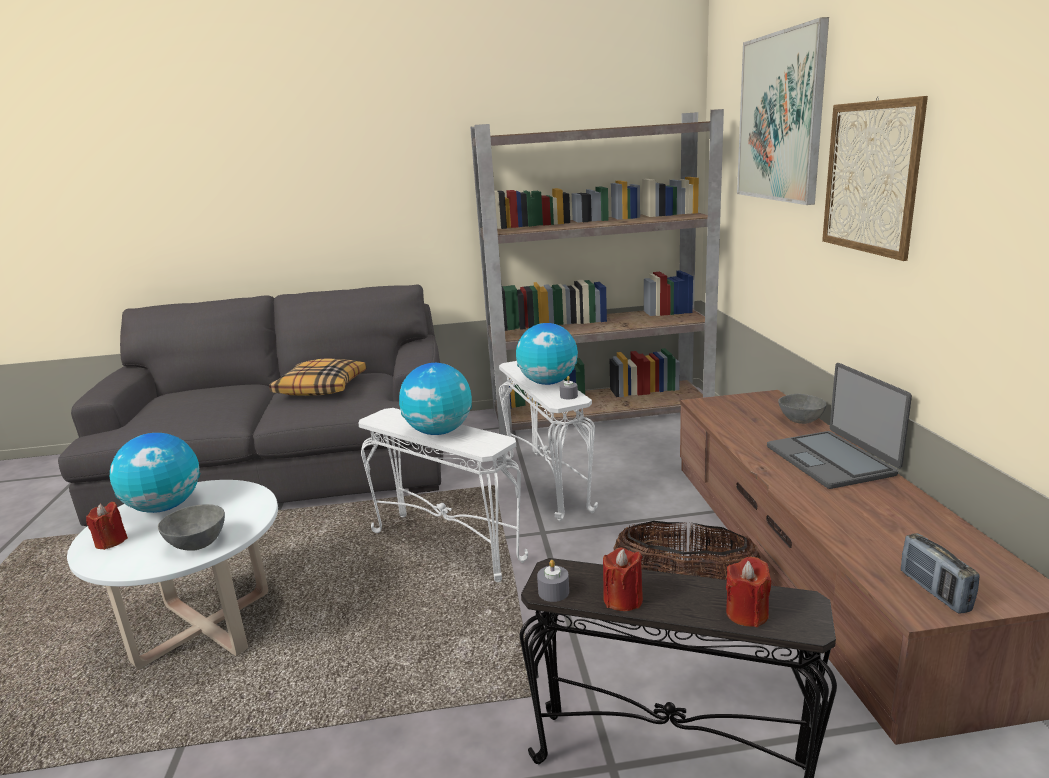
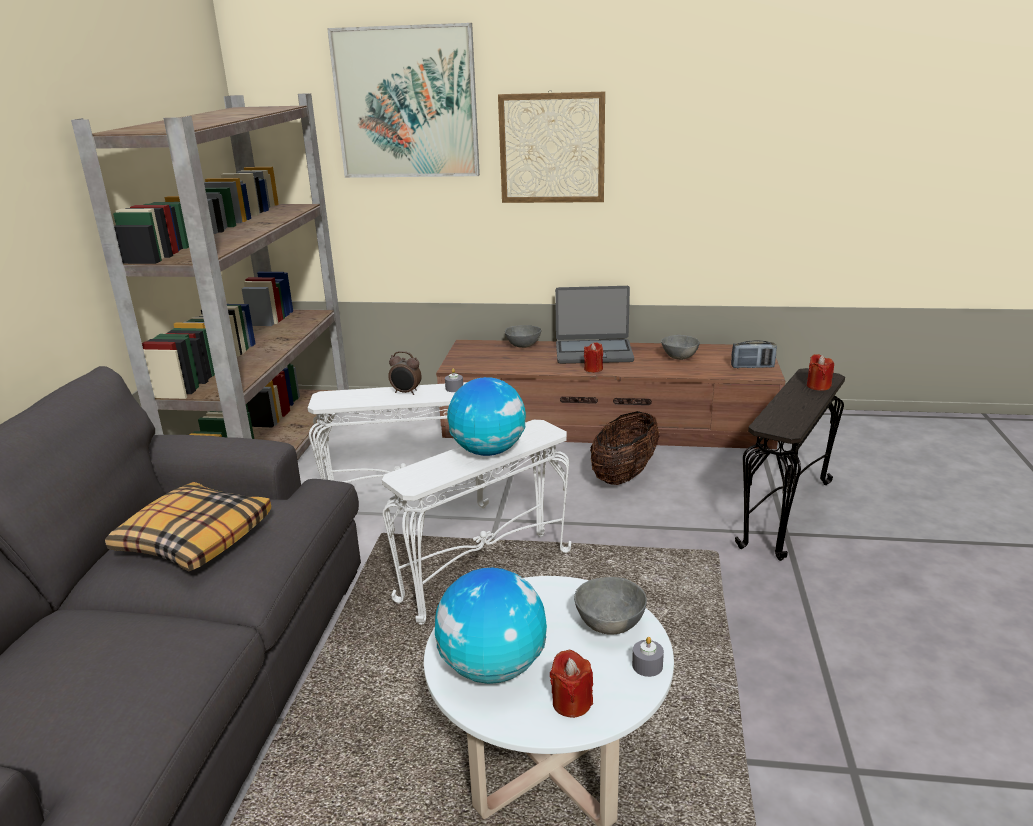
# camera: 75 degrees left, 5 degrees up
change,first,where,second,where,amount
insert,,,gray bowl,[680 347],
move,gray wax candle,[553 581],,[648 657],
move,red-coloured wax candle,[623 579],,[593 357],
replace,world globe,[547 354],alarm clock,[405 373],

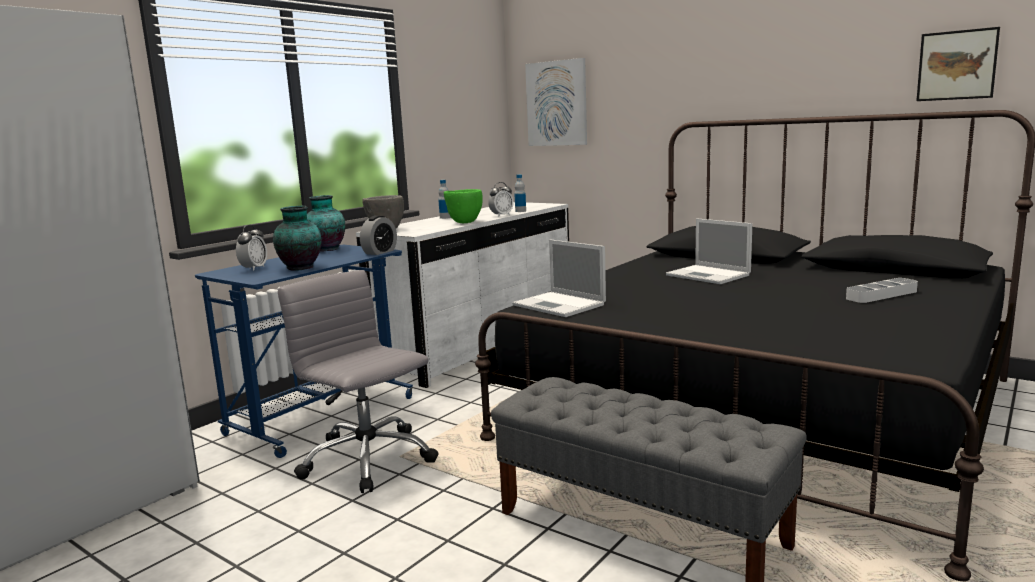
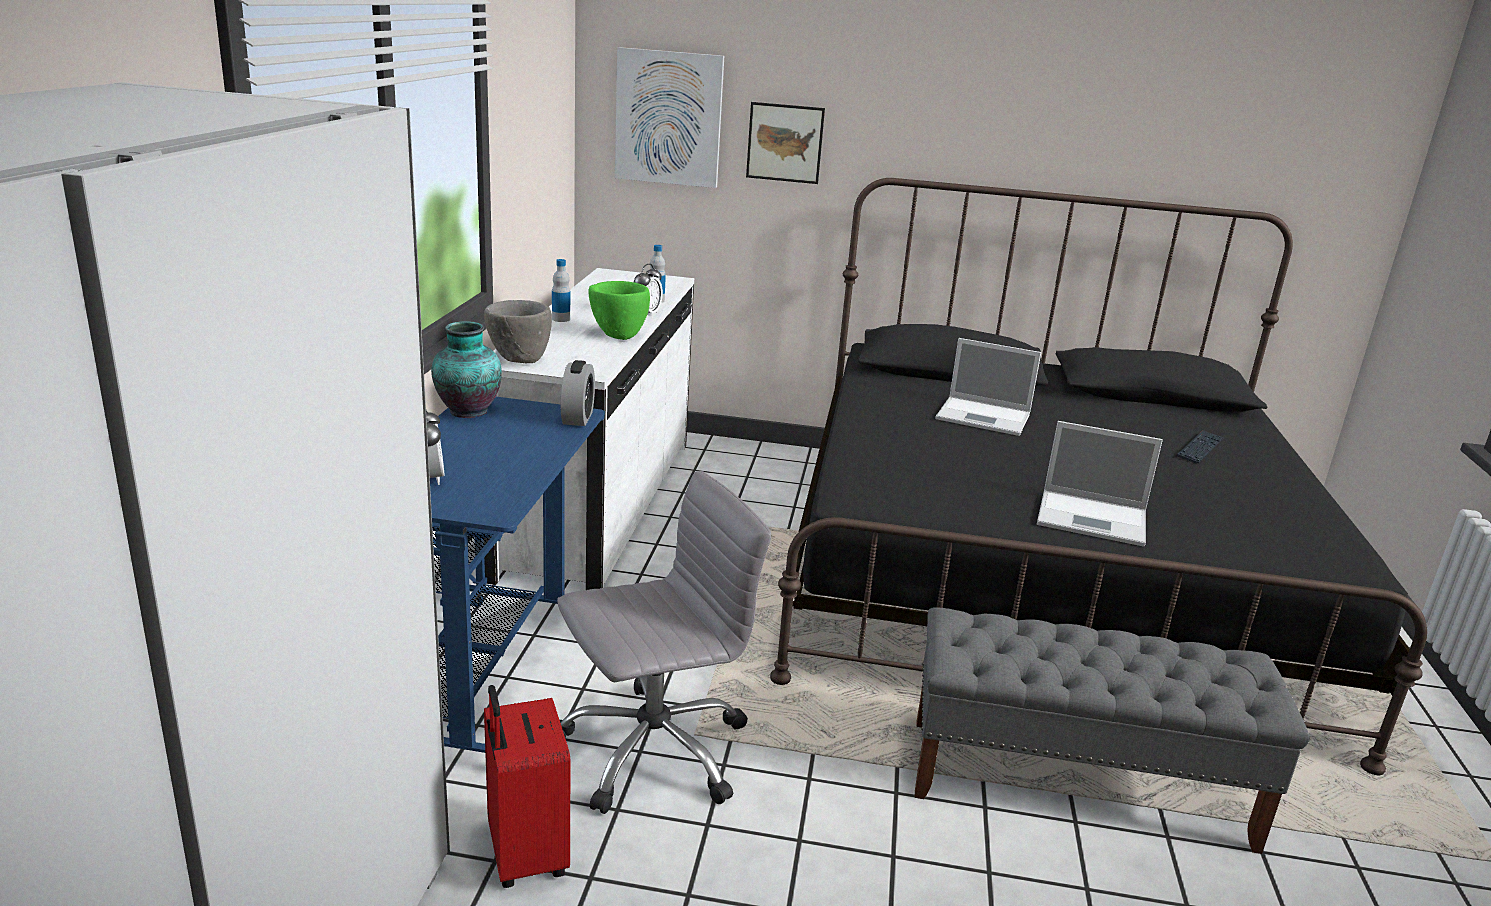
# camera: 30 degrees left, 10 degrees up
change,first,where,second,where,amount
delete,vase,[297 238],,,
insert,,,red-coloured travel case,[527 786],
move,laptop,[559 278],,[1100 484],
move,wall art,[958 64],,[785 143],
replace,gray carrying tray,[882 290],PC keyboard,[1200 447],
rotate,gray computer chair,[358 381],,[664 642],135 degrees clockwise

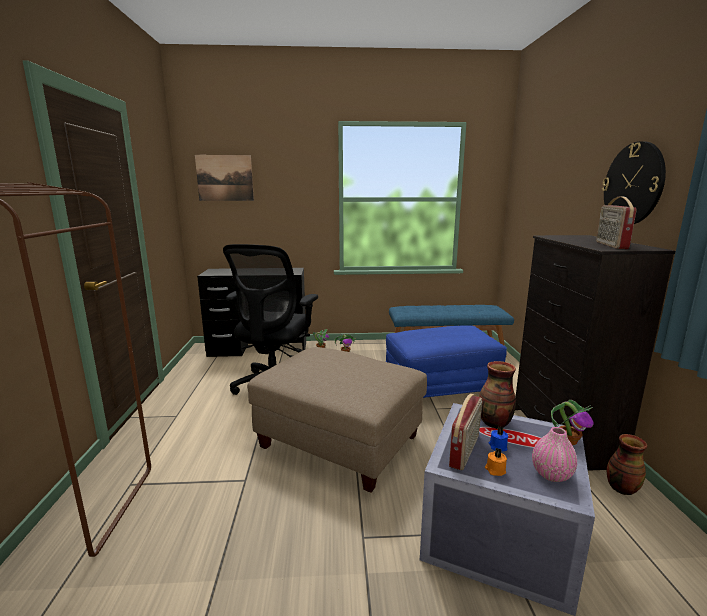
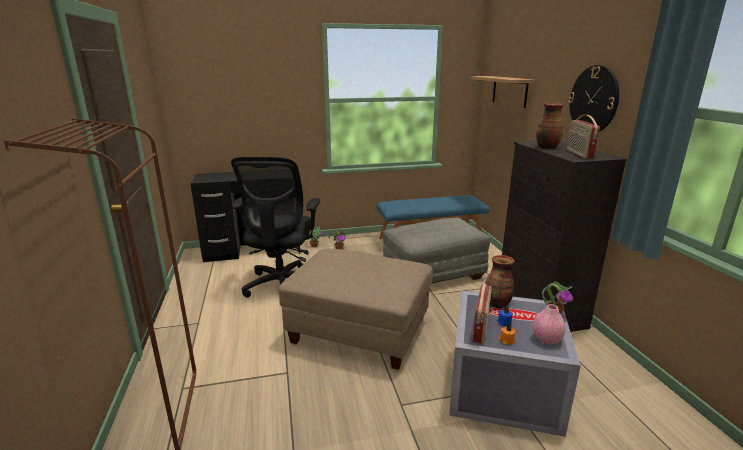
# camera: 10 degrees left, 5 degrees up
change,first,where,second,where,amount
delete,wall art,[224 178],,,
insert,,,bracket shelf,[503 92],
move,vase,[626 464],,[550 125],
recolor,bluish footrest,[446 361],gray footrest,[436 250],

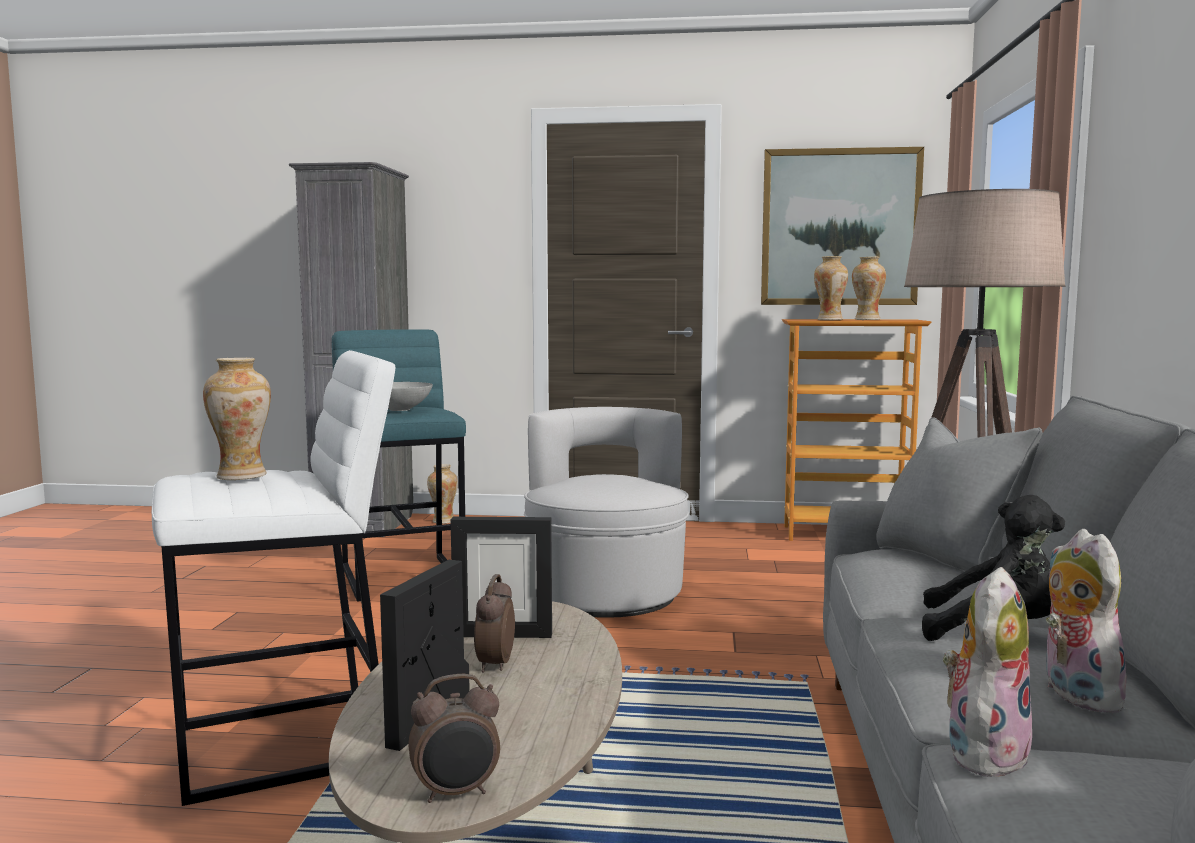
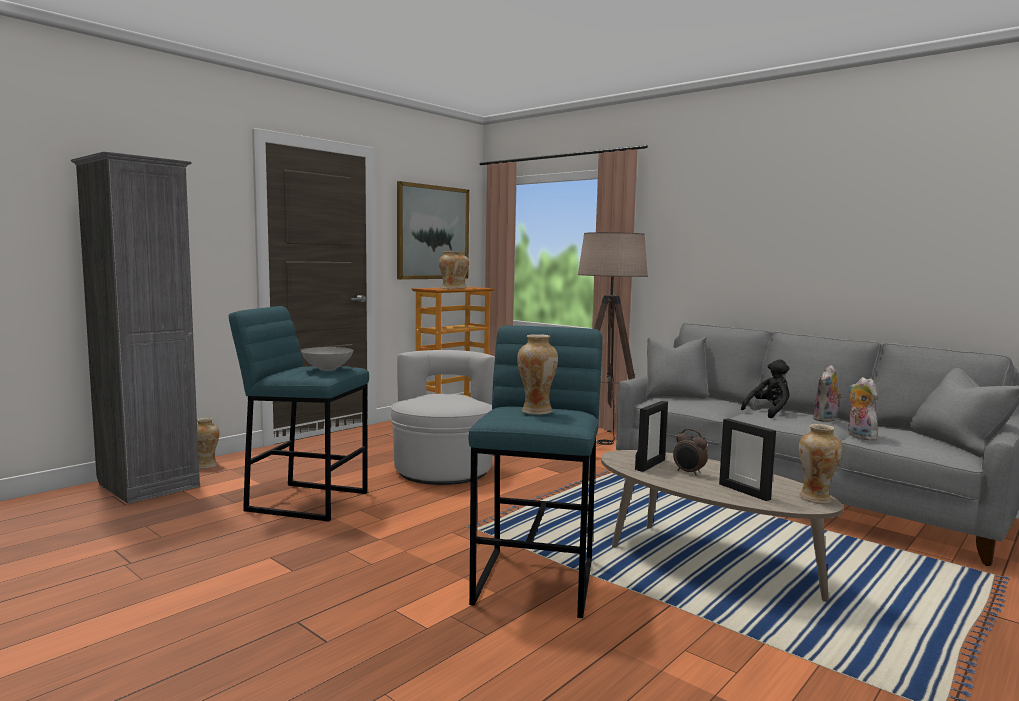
# camera: 55 degrees left, 0 degrees up
change,first,where,second,where,amount
replace,alarm clock,[454 738],vase,[820 464],
recolor,whitish stool seat,[273 578],turquoise stool seat,[535 471],
rotate,whitish easy chair,[606 512],,[442 417],60 degrees clockwise
rotate,soft toy,[1090 621],,[827 393],75 degrees counterclockwise

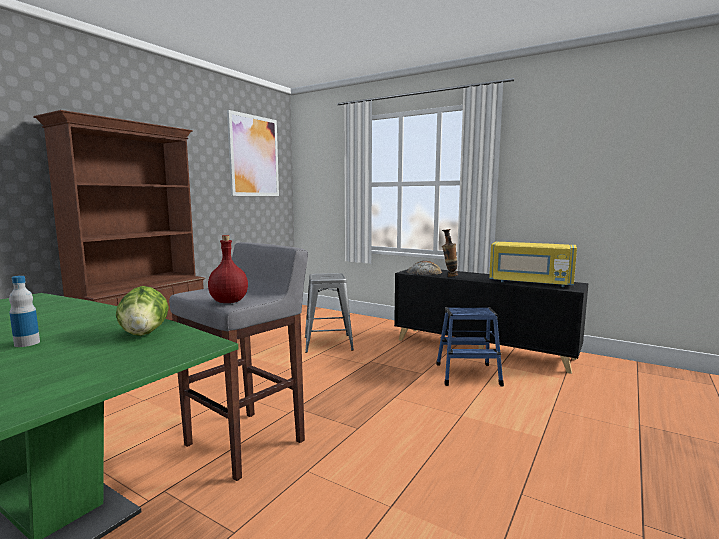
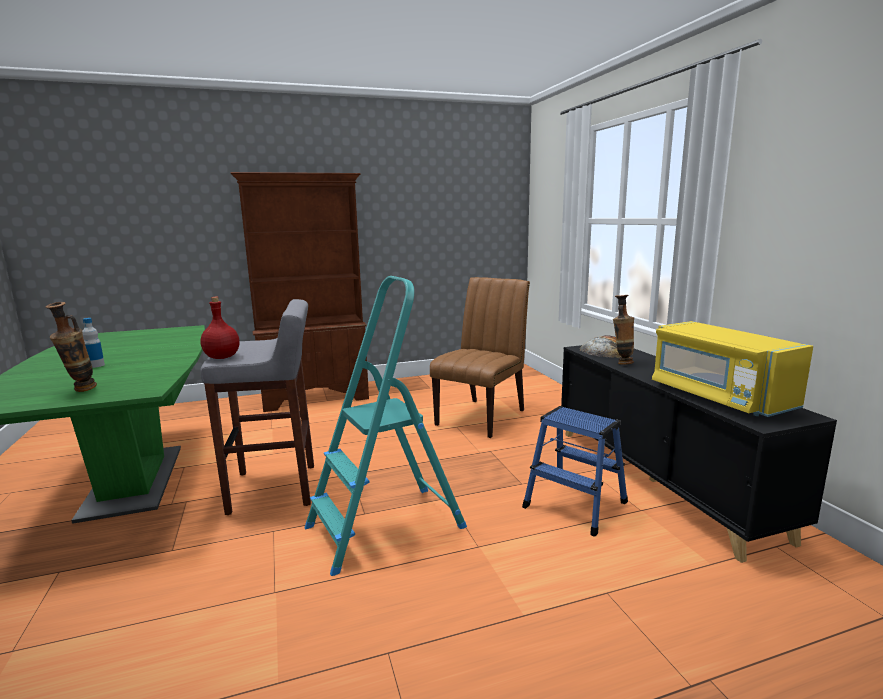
# camera: 40 degrees right, 5 degrees up
change,first,where,second,where,amount
delete,head of lettuce,[142 311],,,
delete,wall art,[253 153],,,
insert,,,vase,[71 347],
insert,,,turquoise step ladder,[385 426],
replace,gray stool seat,[329 313],brown-coloured plain chair,[480 357],

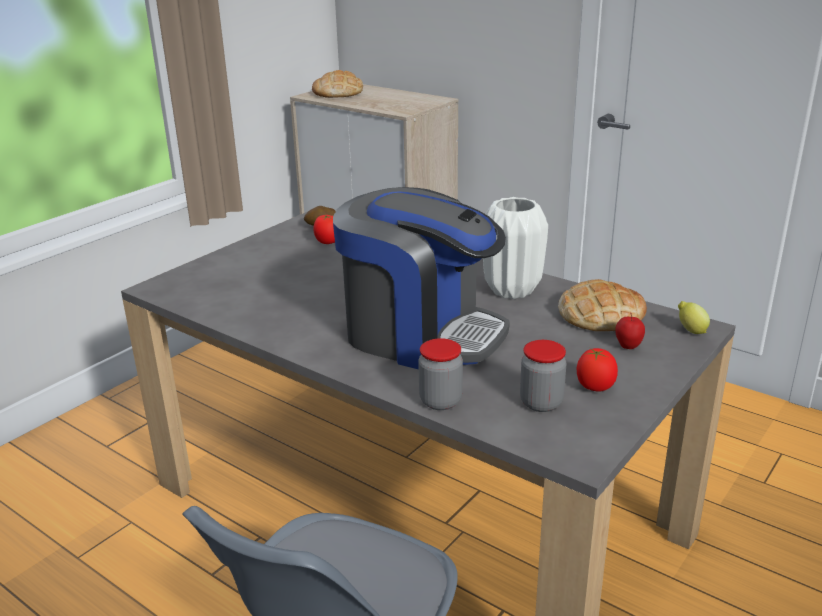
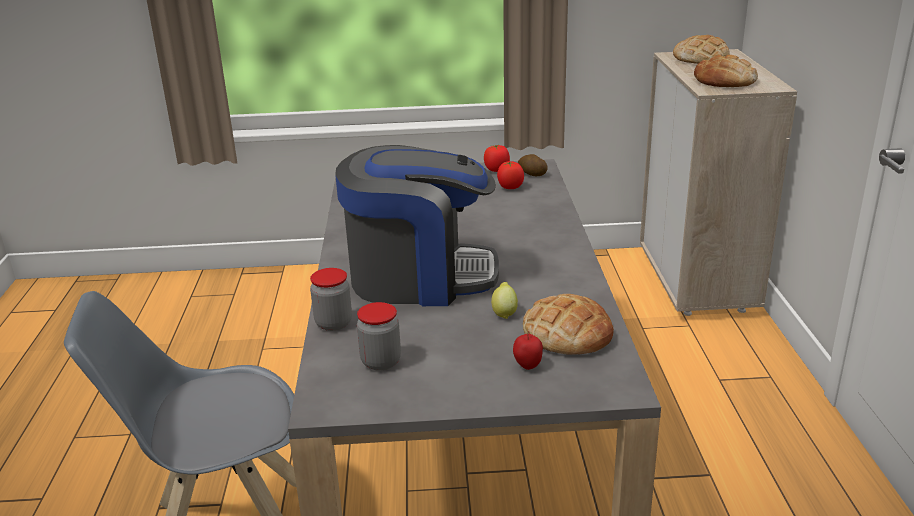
# camera: 50 degrees right, 0 degrees up
change,first,where,second,where,amount
delete,whitish vase,[515 248],,,
insert,,,bakery bread,[726 71],
move,whole tomato,[597 370],,[497 158],
move,citrus fruit,[694 317],,[504 300],
rotate,coffee maker,[421 278],,[417 225],75 degrees counterclockwise

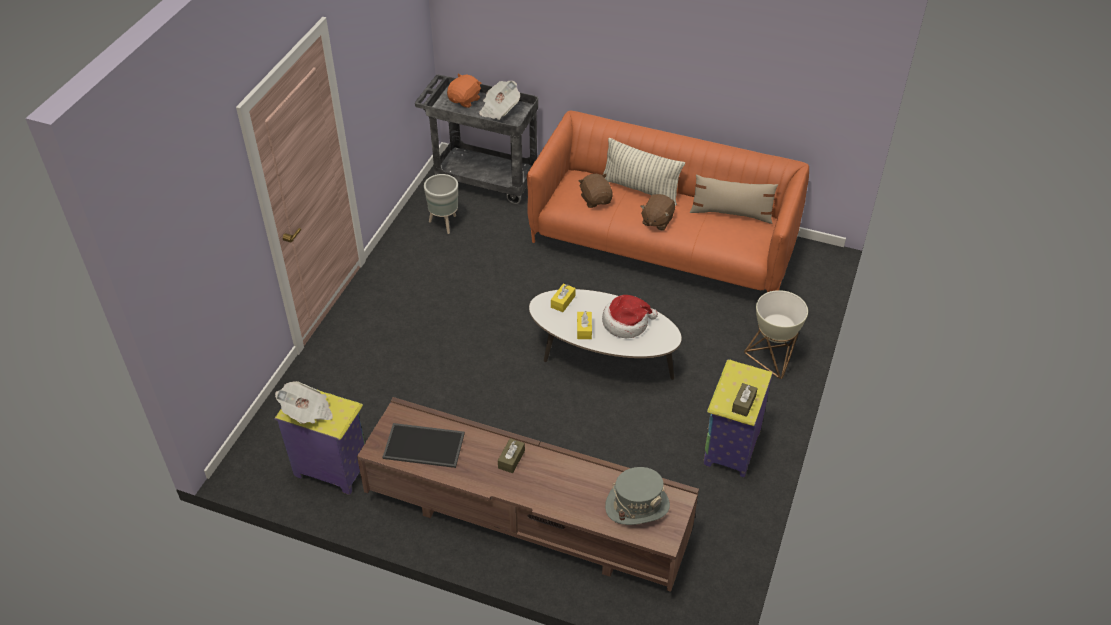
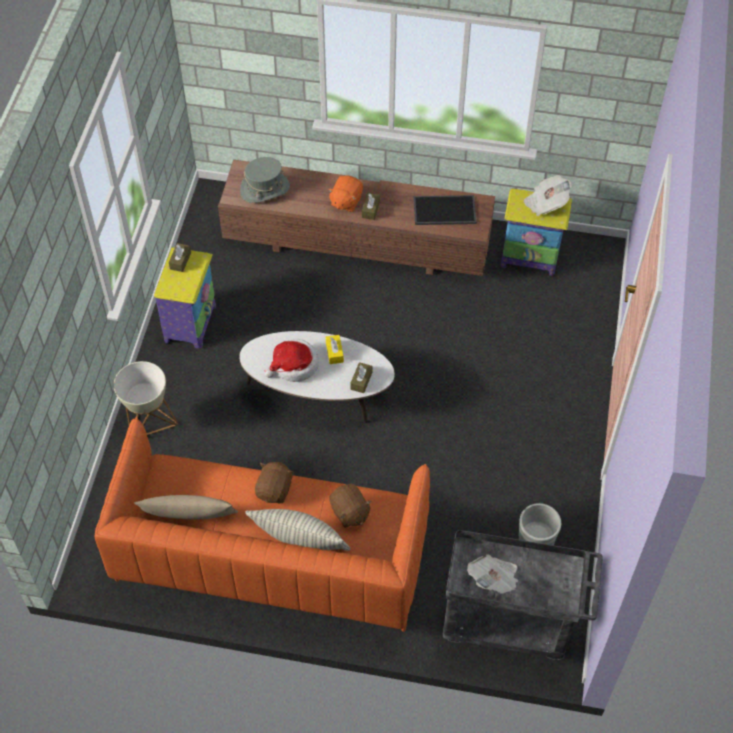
# camera: 170 degrees right, 10 degrees up
change,first,where,second,where,amount
move,orangey soft toy,[464 91],,[345 193],
recolor,yellow tissue box,[563 297],brown-coloured tissue box,[361 377],

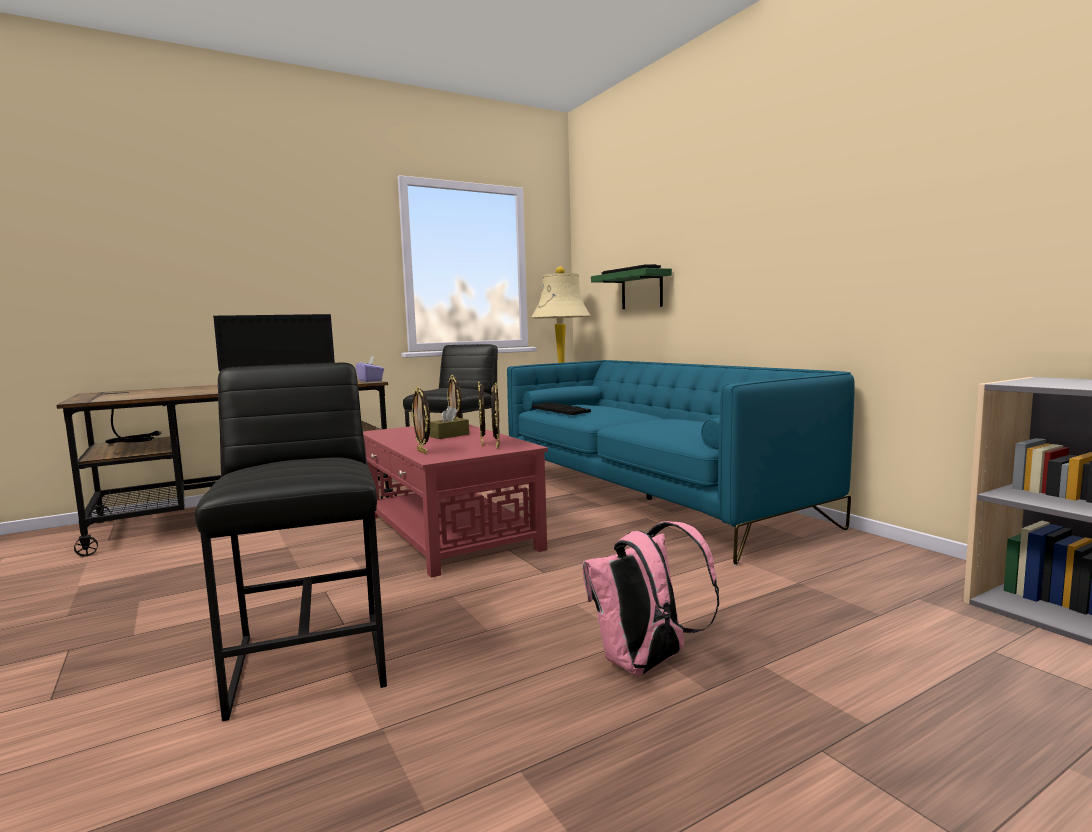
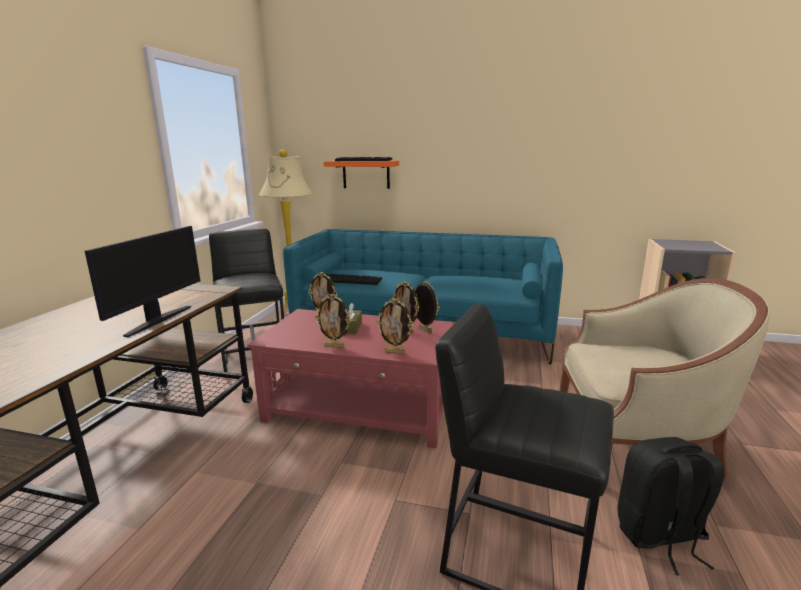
# camera: 45 degrees left, 10 degrees up
change,first,where,second,where,amount
delete,purple-coloured tissue box,[370 369],,,
insert,,,standing frame,[333 321],
insert,,,blackish knapsack,[671 506],
replace,pinkish knapsack,[650 598],beige easy chair,[665 378],
recolor,green-coloured bracket shelf,[631 288],orangey bracket shelf,[361 175],

